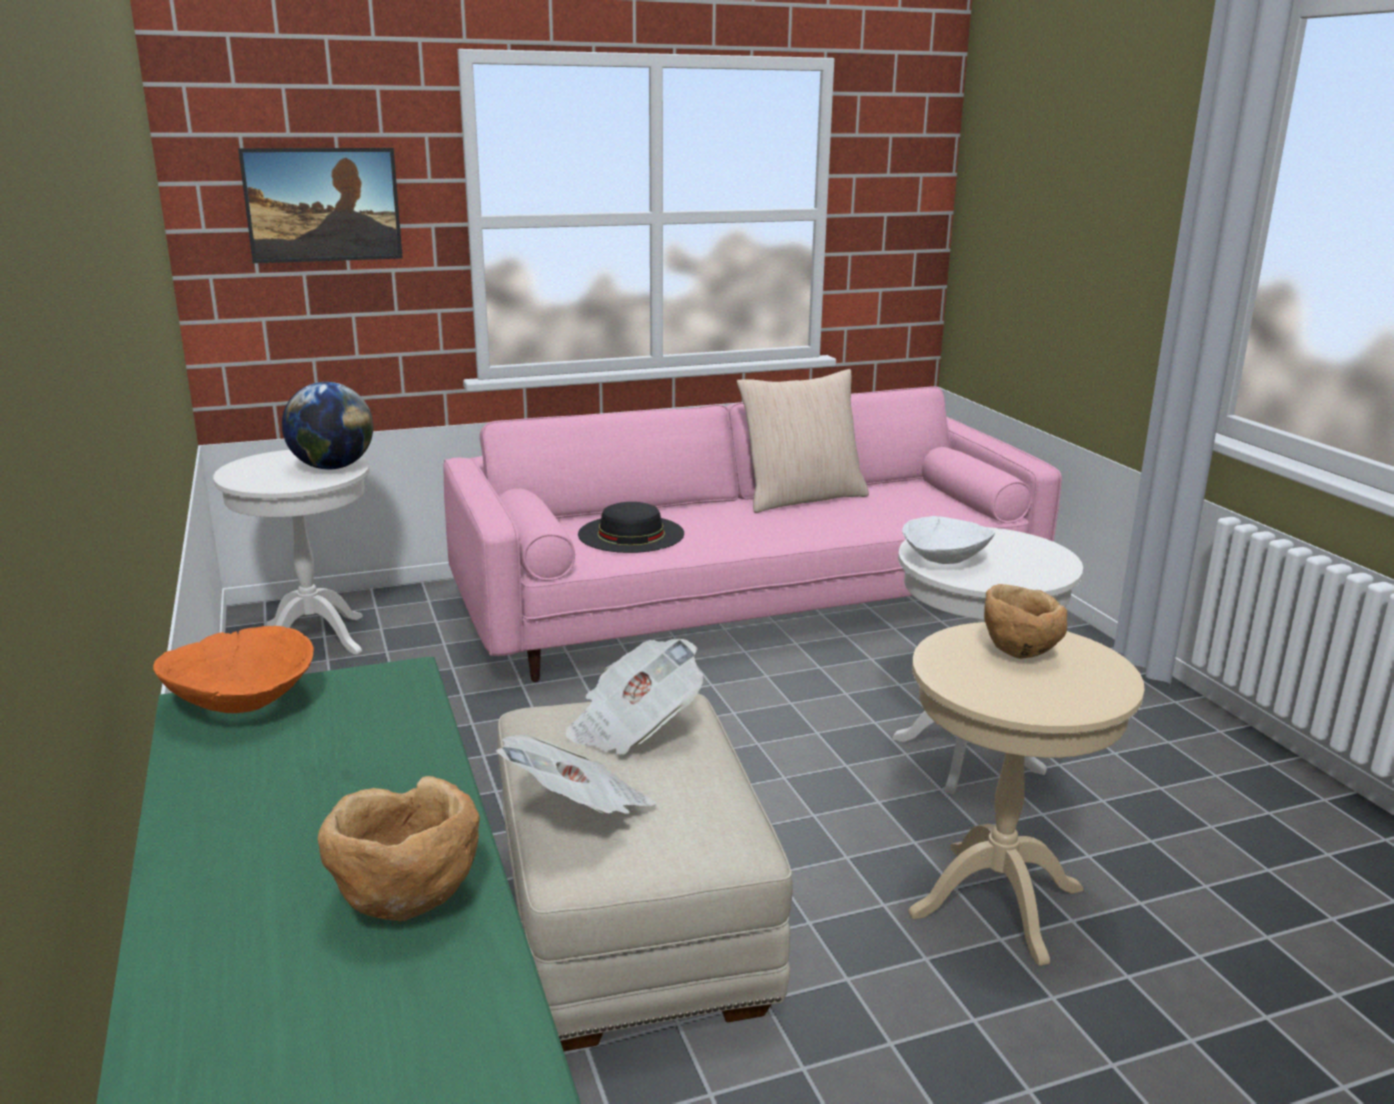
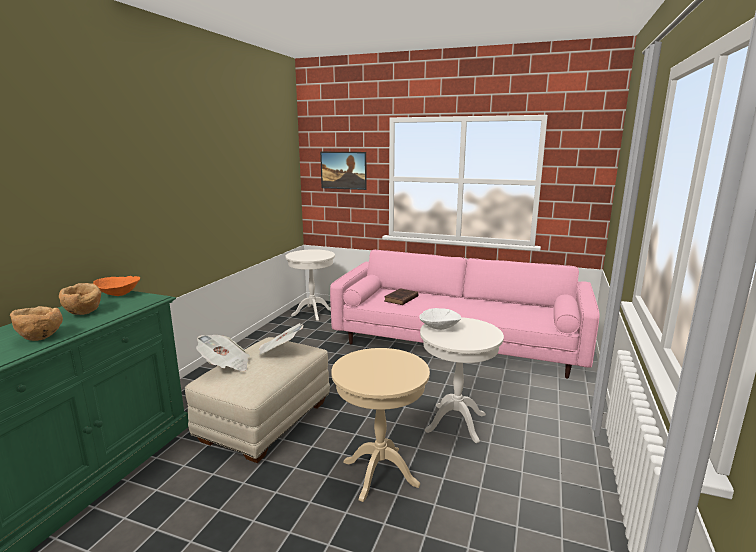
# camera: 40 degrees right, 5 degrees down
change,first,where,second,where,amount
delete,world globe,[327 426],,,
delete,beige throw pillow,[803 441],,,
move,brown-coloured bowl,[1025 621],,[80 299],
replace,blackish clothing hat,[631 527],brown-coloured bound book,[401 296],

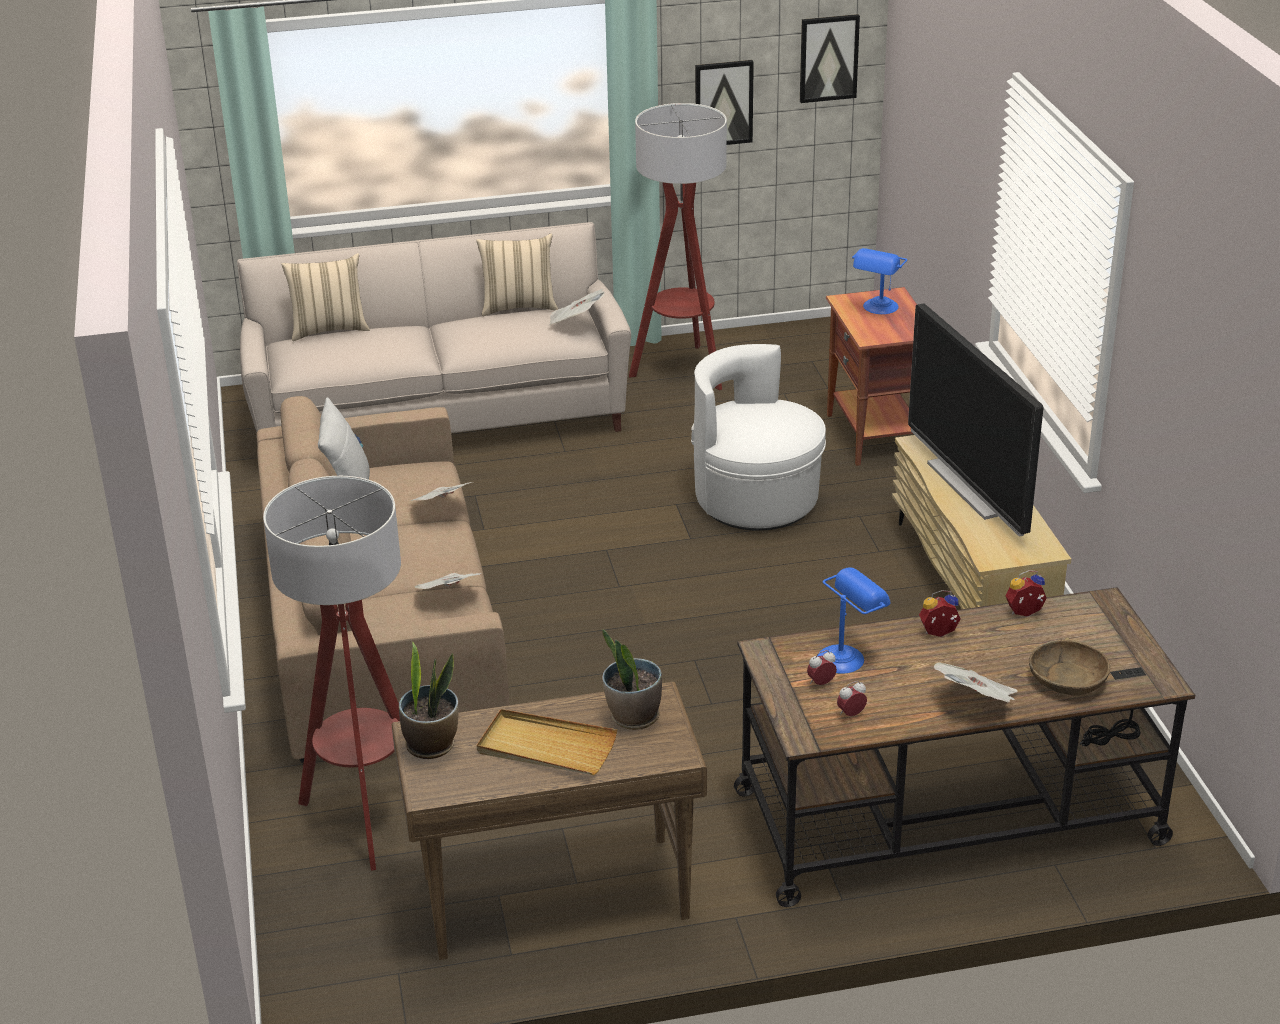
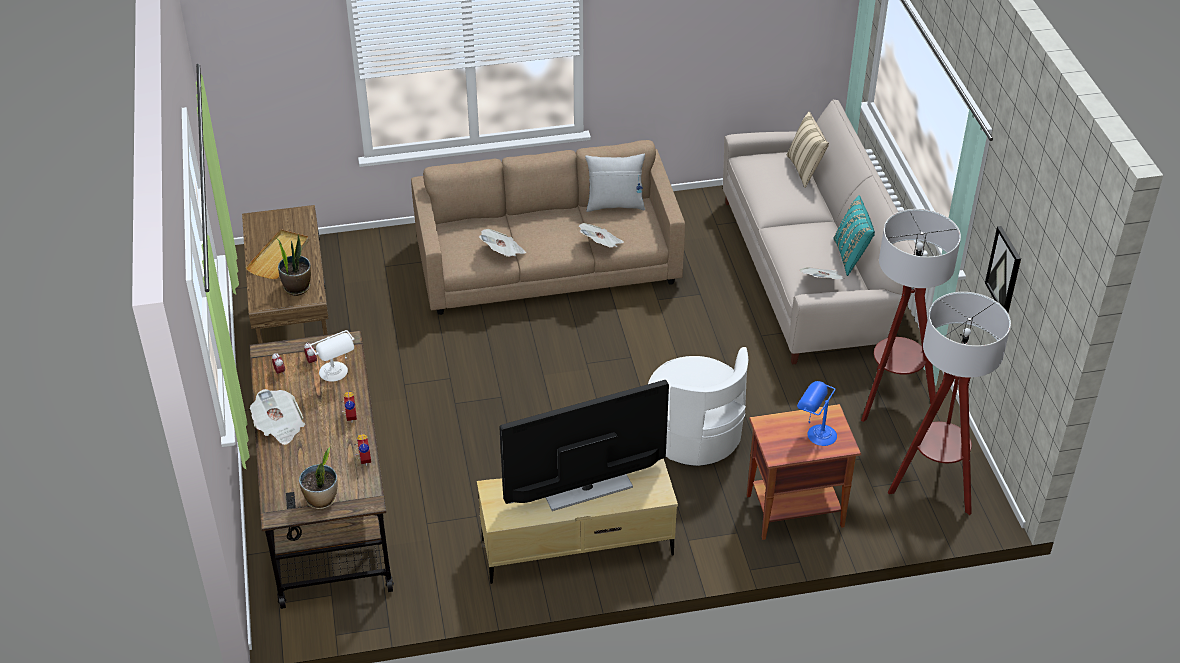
# camera: 90 degrees right, 10 degrees up
change,first,where,second,where,amount
delete,wall art,[830 58],,,
delete,brown-coloured bowl,[1069 666],,,
move,standing lamp,[332 673],,[949 403],
move,potted plant,[428 700],,[318 478],
recolor,beige throw pillow,[517 274],turquoise throw pillow,[854 235],
recolor,bluish table lamp,[853 620],whitish table lamp,[332 356],
rotate,whitish easy chair,[758 437],,[698 406],105 degrees clockwise

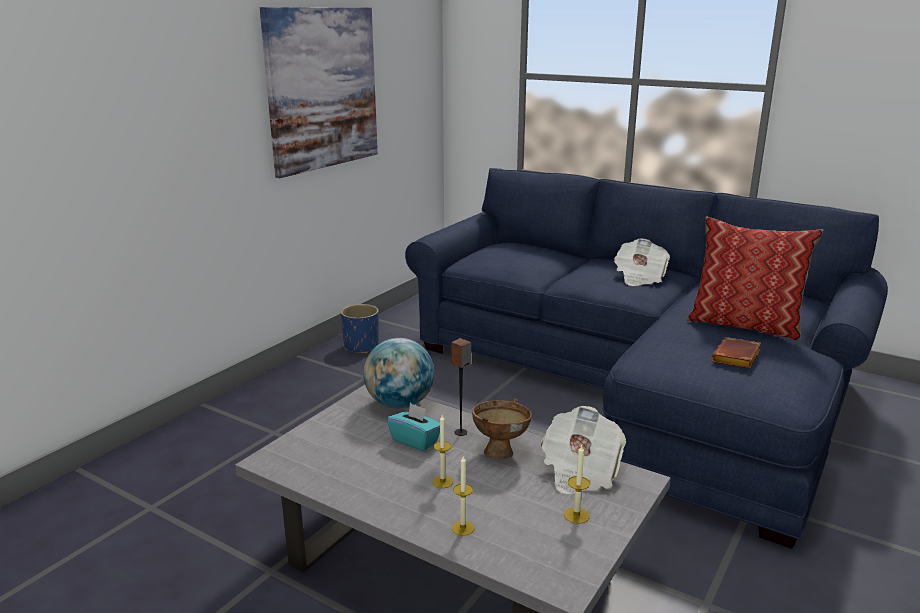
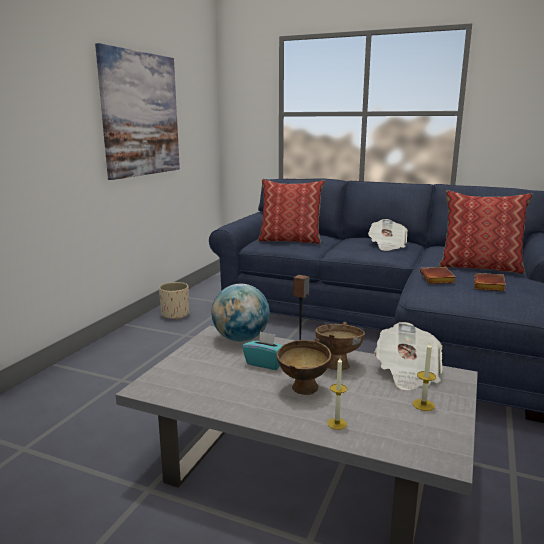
# camera: 10 degrees left, 5 degrees down
change,first,where,second,where,amount
insert,,,throw pillow,[291 211],
insert,,,brown-coloured bound book,[438 275],
replace,wax candle,[443 451],brown-coloured bowl,[304 366],
recolor,bluish plant pot,[360 328],beige plant pot,[174 300],

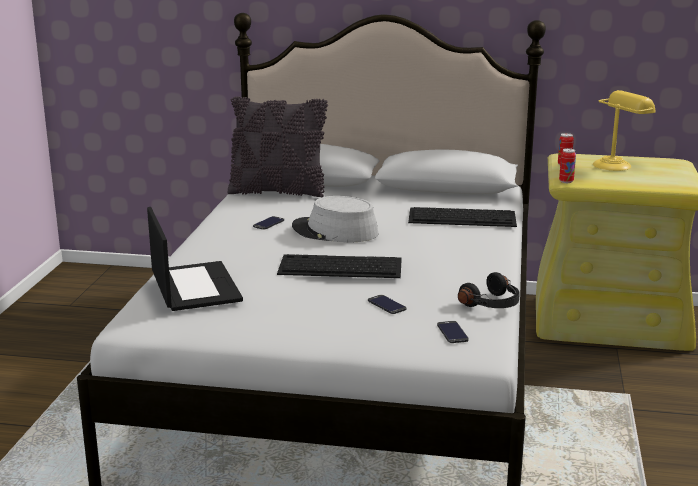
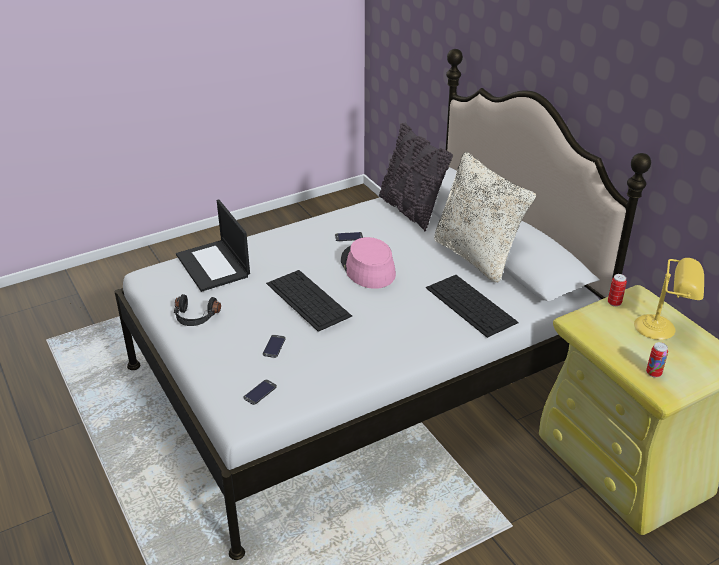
# camera: 50 degrees right, 15 degrees up
change,first,where,second,where,amount
insert,,,beige throw pillow,[485 217],
move,blackish pair of headphones,[489 290],,[197 310],
move,can,[567 165],,[657 360],
recolor,gray clothing hat,[335 219],pinkish clothing hat,[368 263],
rotate,laptop,[195 259],,[213 245],120 degrees clockwise

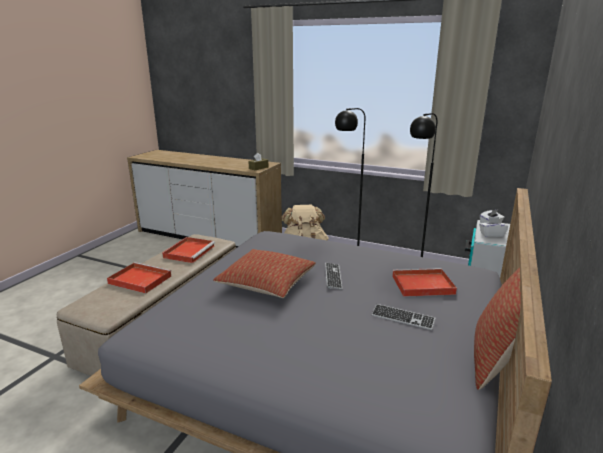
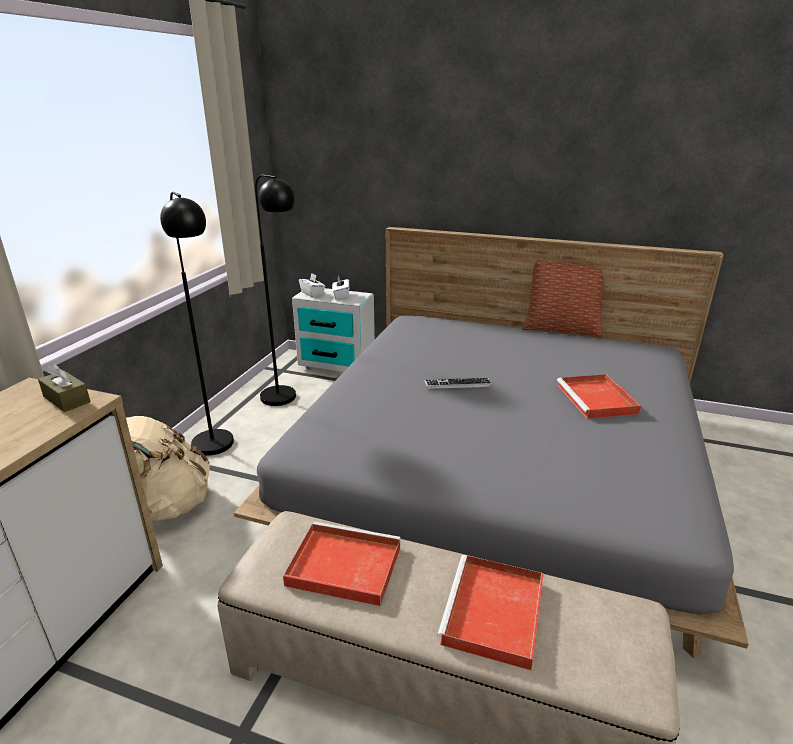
# camera: 95 degrees left, 5 degrees up
change,first,where,second,where,amount
delete,throw pillow,[264 273],,,
delete,PC keyboard,[403 317],,,
move,red-coloured carrying tray,[424 282],,[599 396],

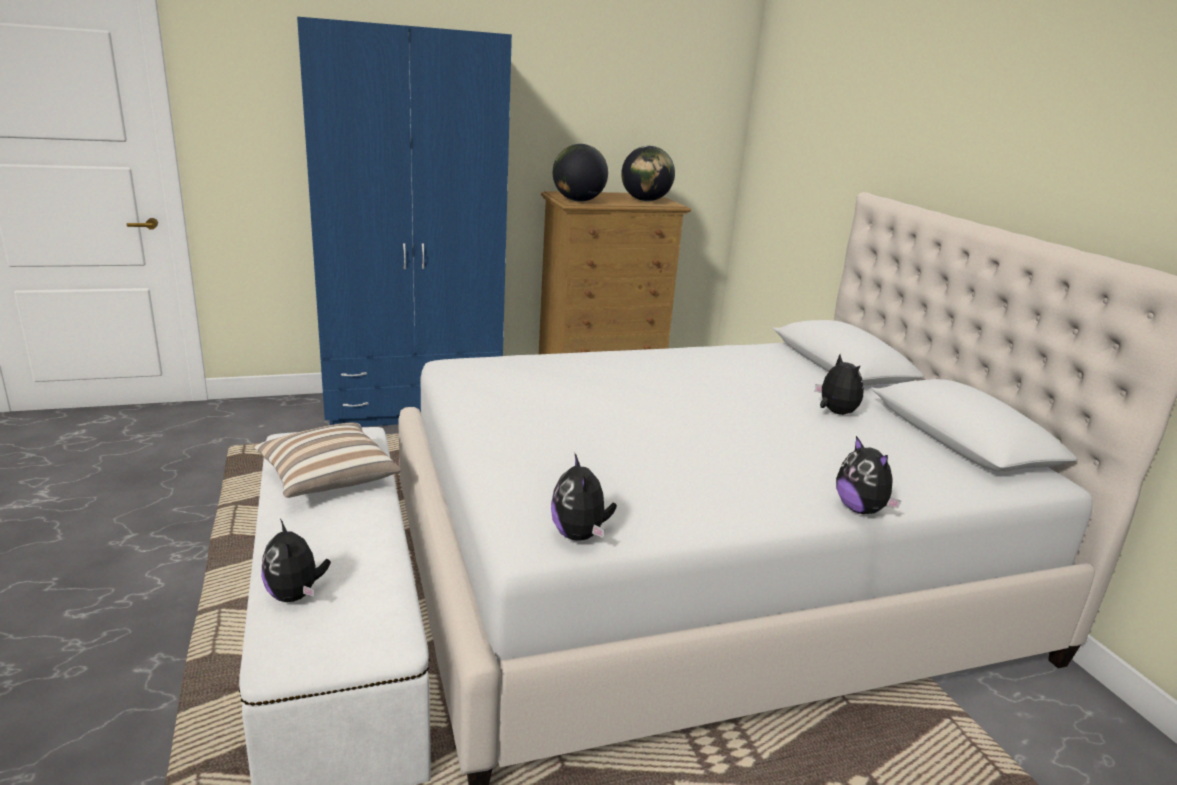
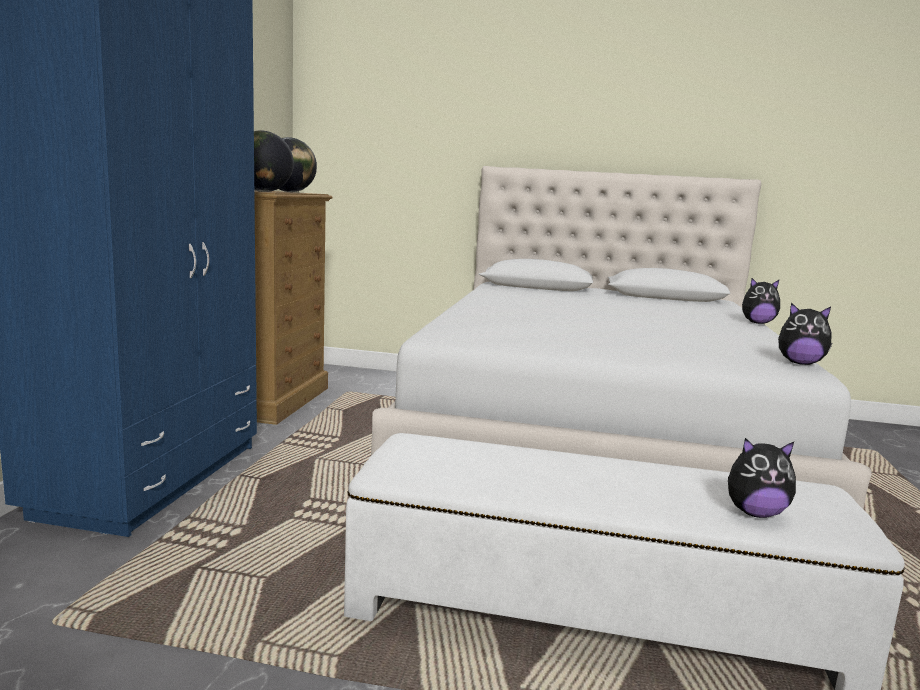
# camera: 60 degrees left, 10 degrees down
change,first,where,second,where,amount
delete,throw pillow,[327 460],,,
delete,soft toy,[839 384],,,

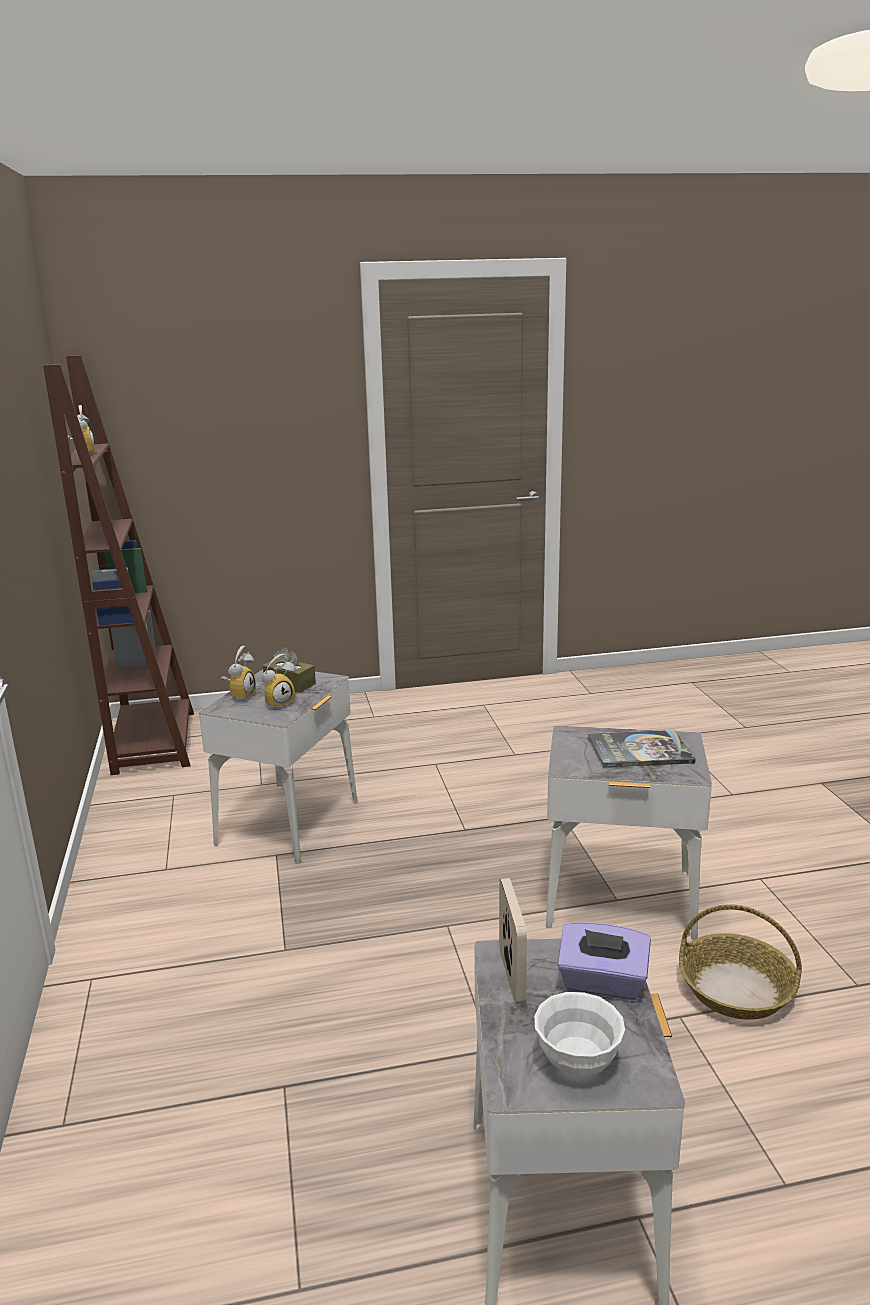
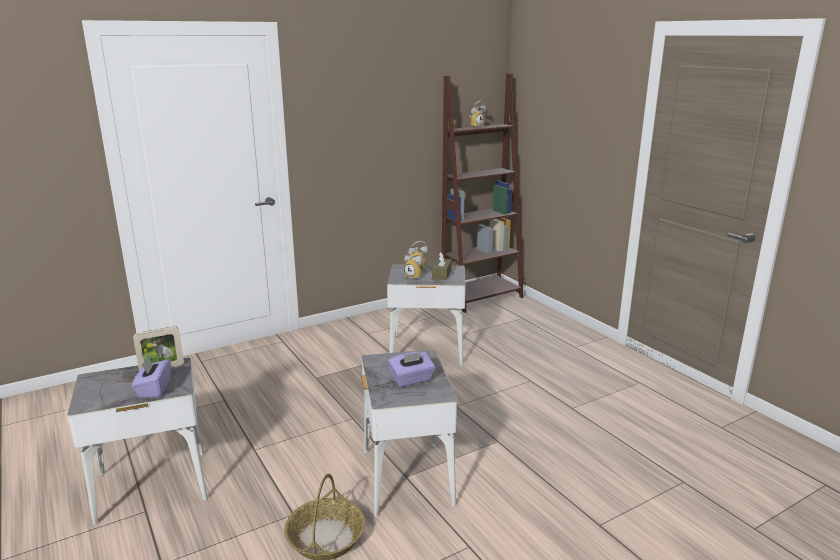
# camera: 70 degrees right, 0 degrees up
change,first,where,second,where,amount
delete,whitish bowl,[579 1034],,,
replace,bound book,[642 748],purple-coloured tissue box,[411 369],

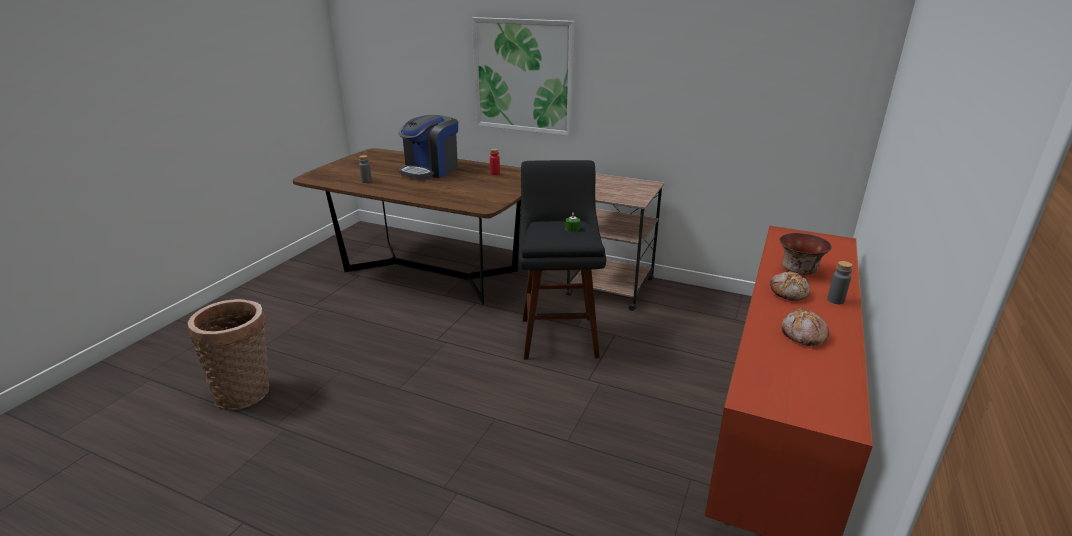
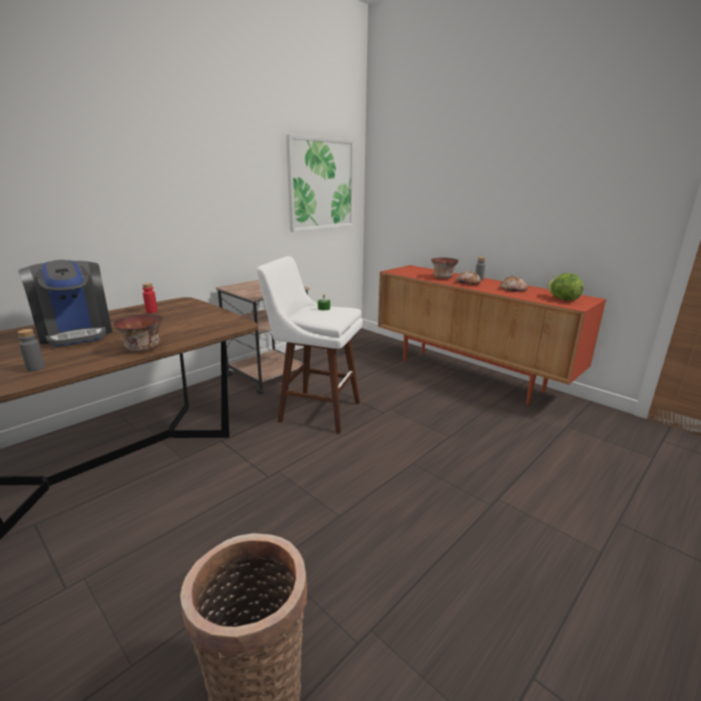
# camera: 70 degrees left, 5 degrees down
change,first,where,second,where,amount
insert,,,bowl,[138 332],
insert,,,head of lettuce,[565 287],
move,wall art,[523 76],,[320 183],
recolor,blackish stool seat,[562 260],whitish stool seat,[310 345],

